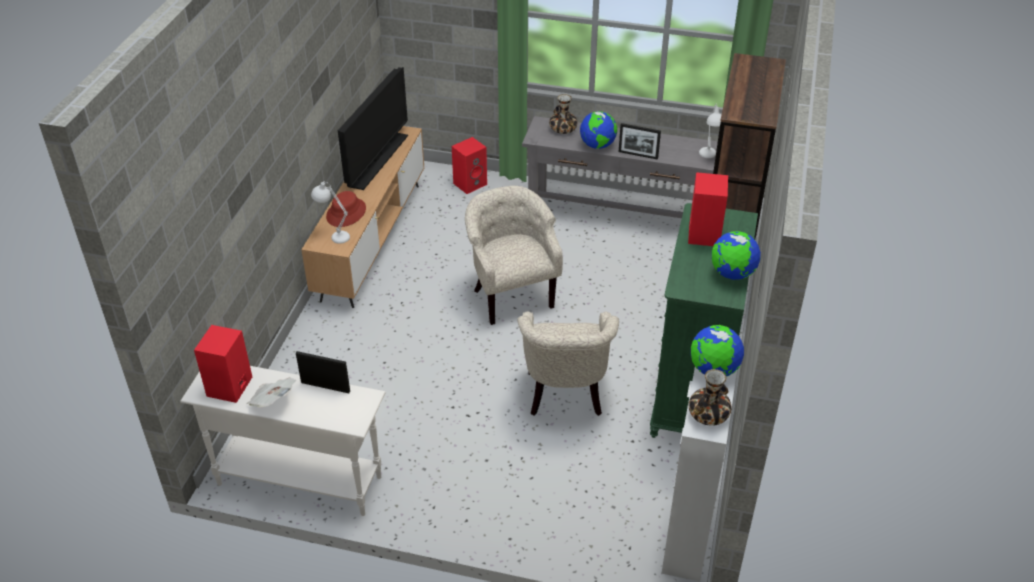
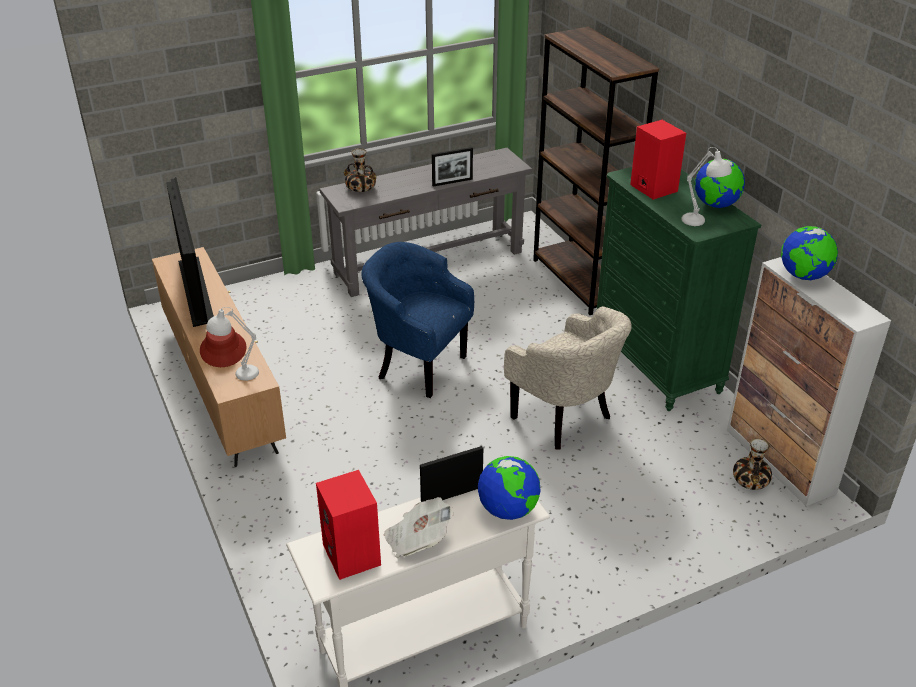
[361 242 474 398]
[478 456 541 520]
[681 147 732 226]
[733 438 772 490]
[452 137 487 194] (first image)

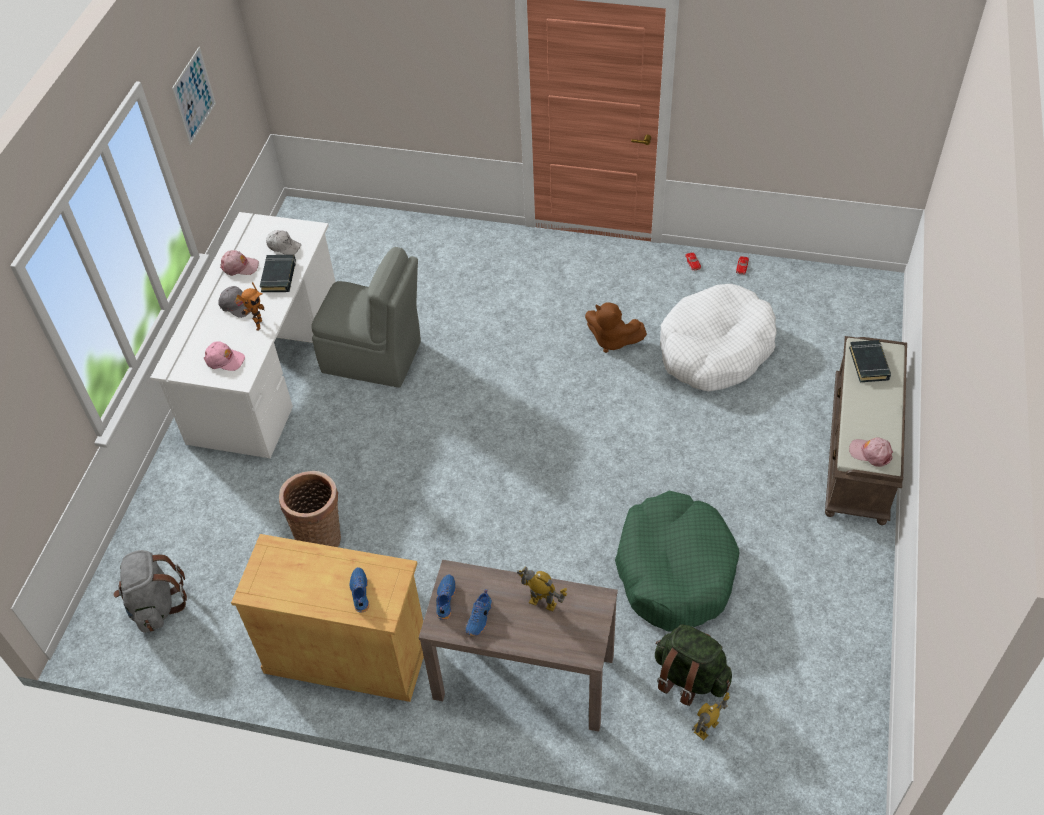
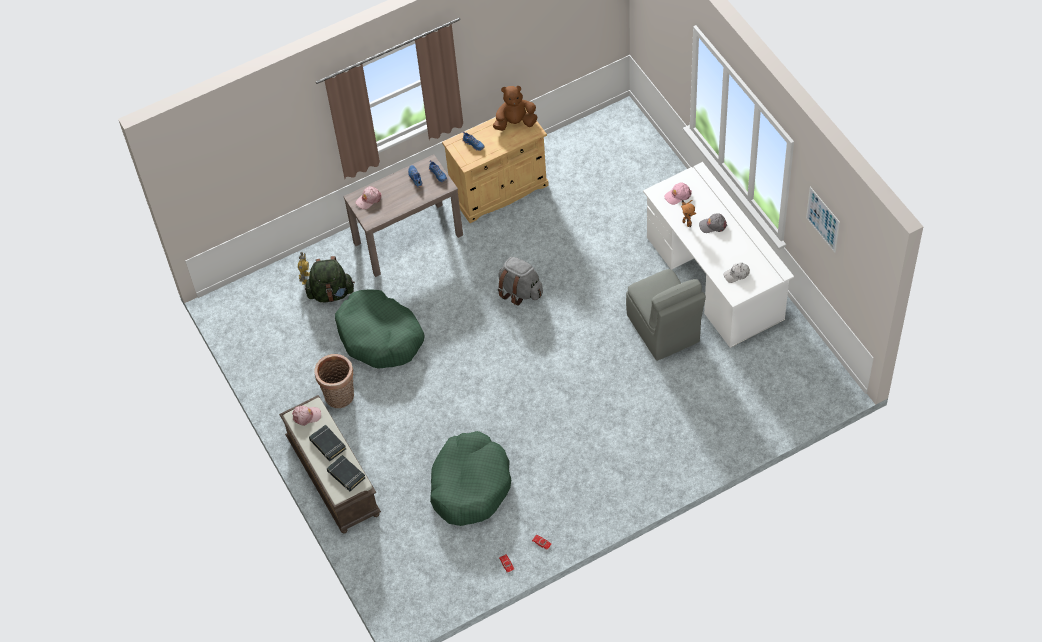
[309 425 346 461]
[315 354 354 408]
[356 186 382 210]
[430 431 511 526]
[493 85 538 131]
[498 257 543 306]
[626 269 706 361]
[517 567 567 611] (first image)

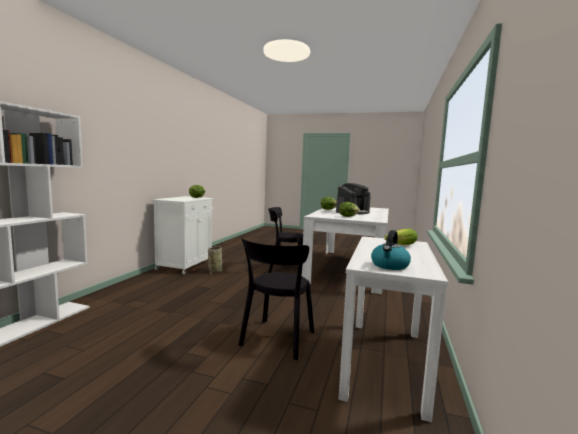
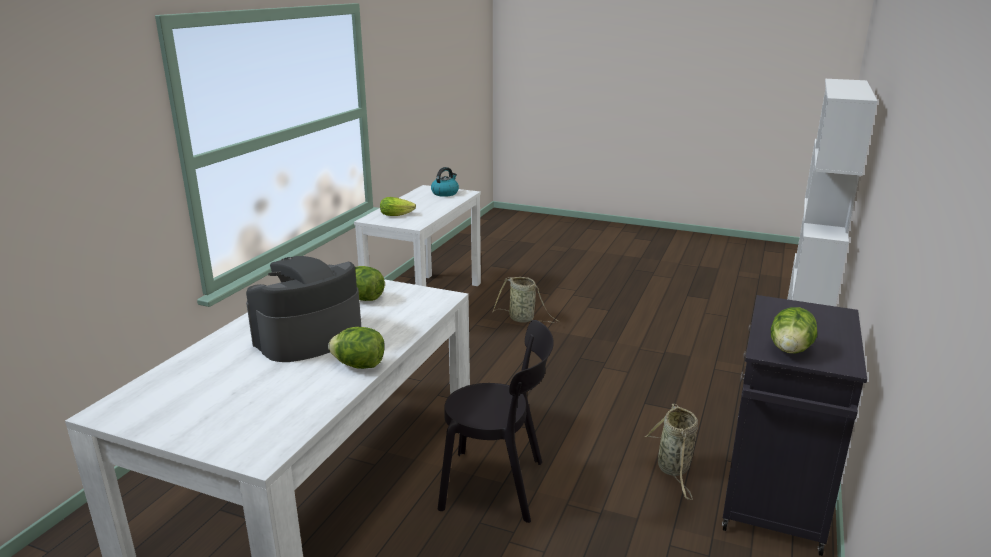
[493 277 559 323]
[722 295 867 556]

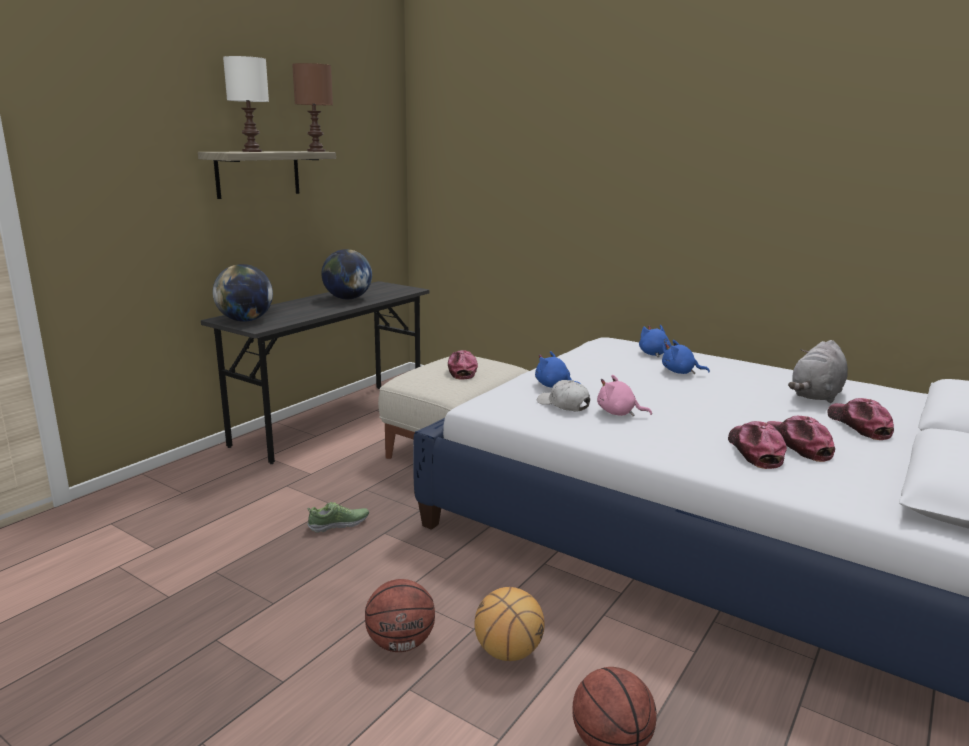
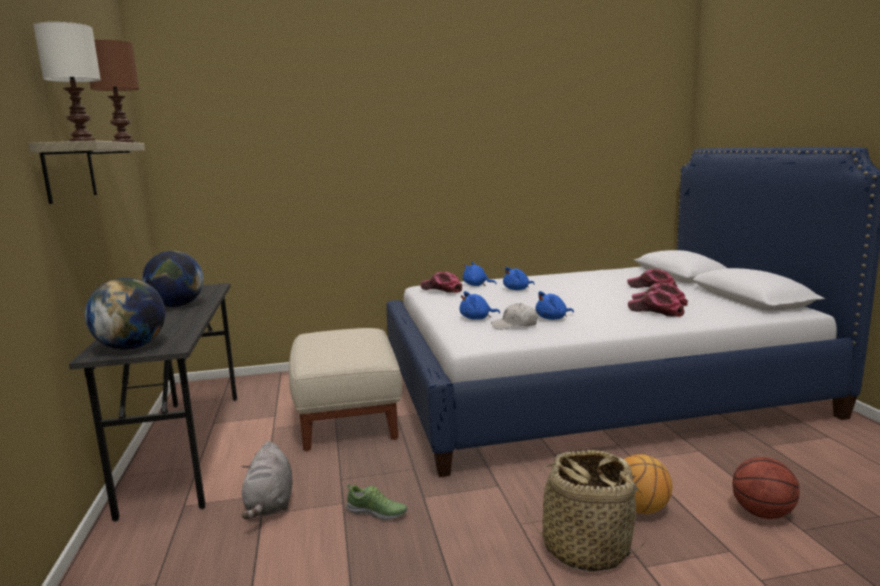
[242 441 293 519]
[346 484 407 520]
[420 272 462 293]
[525 450 646 572]
[535 291 574 320]

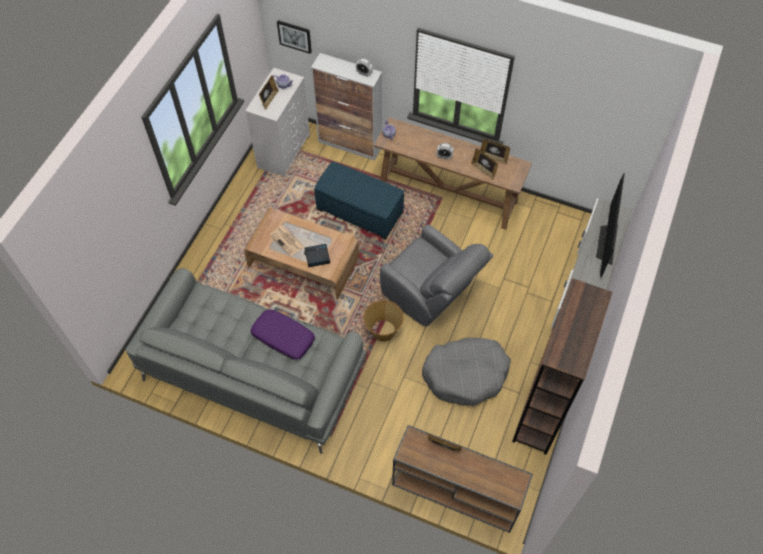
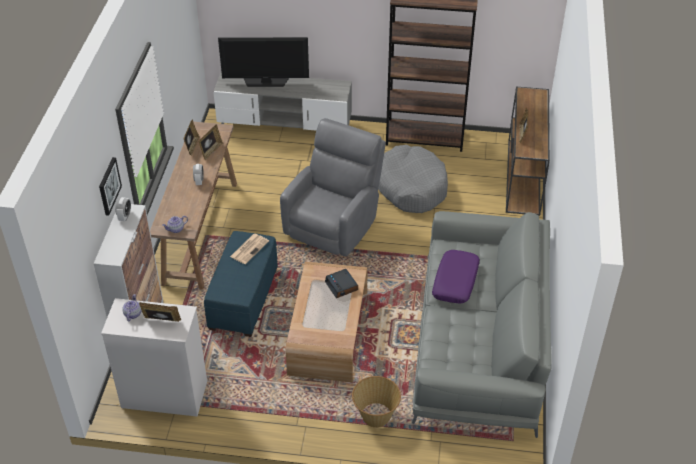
[99 157 122 216]
[230 234 269 264]
[352 376 401 428]

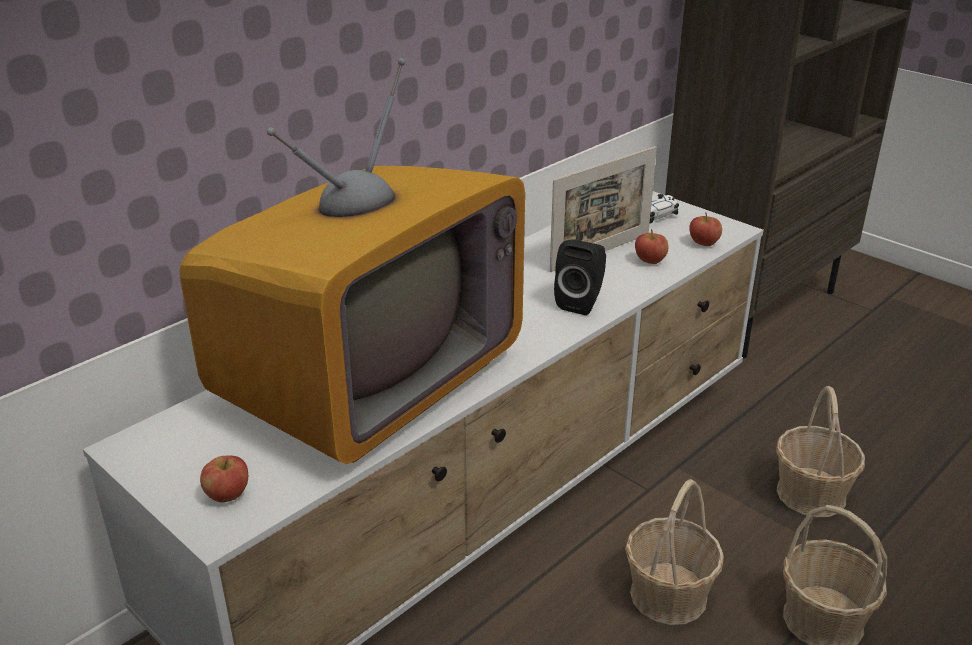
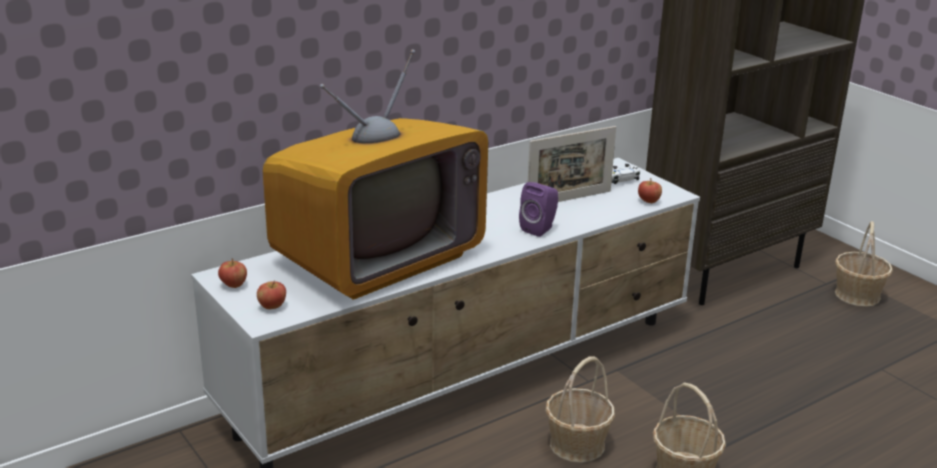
[218 258 247 288]
[519 182 558 237]
[835 221 893 307]

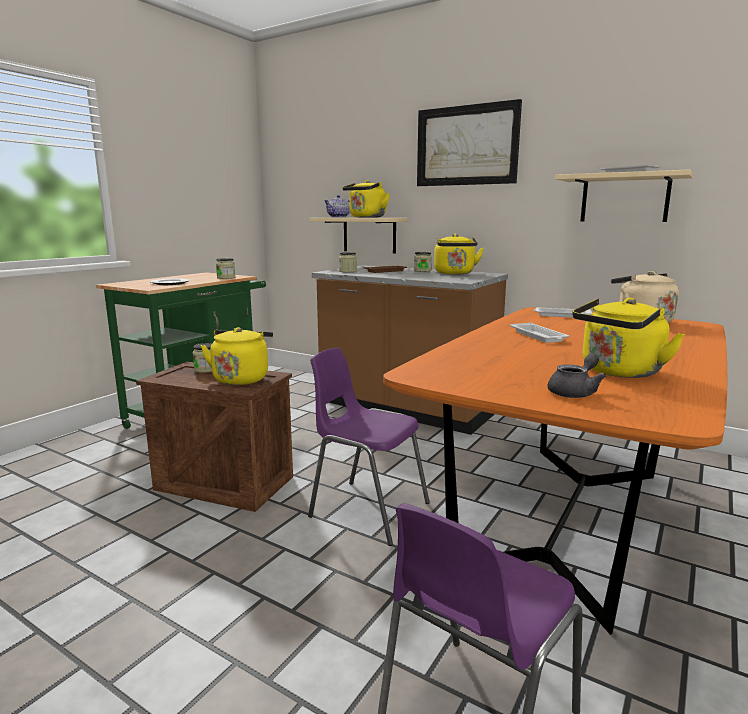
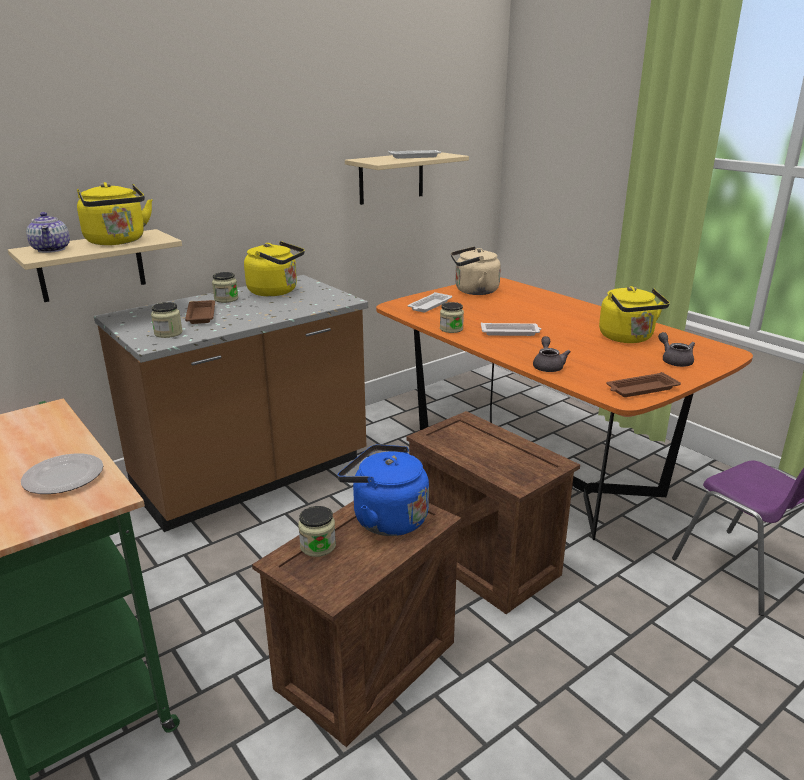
[338 444 429 536]
[406 411 580 614]
[440 302 464 333]
[533 336 571 372]
[606 372 681 397]
[417 99 522 186] (first image)

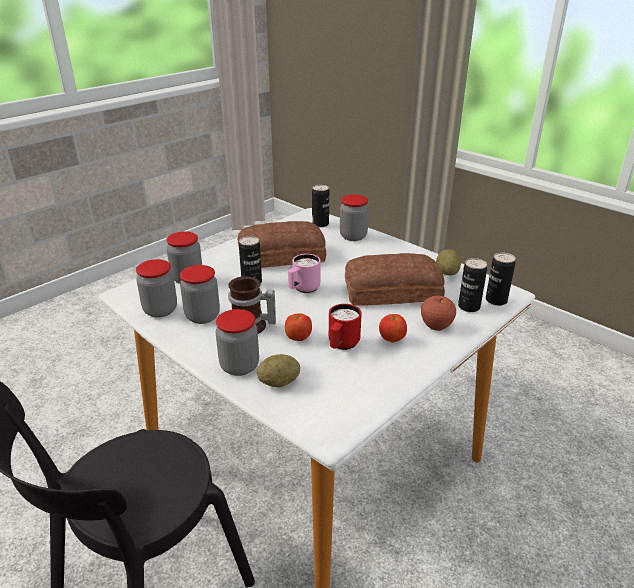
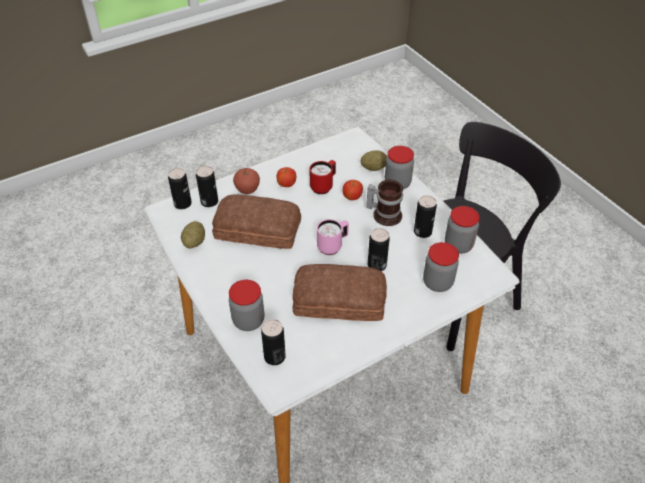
[414 195 437 238]

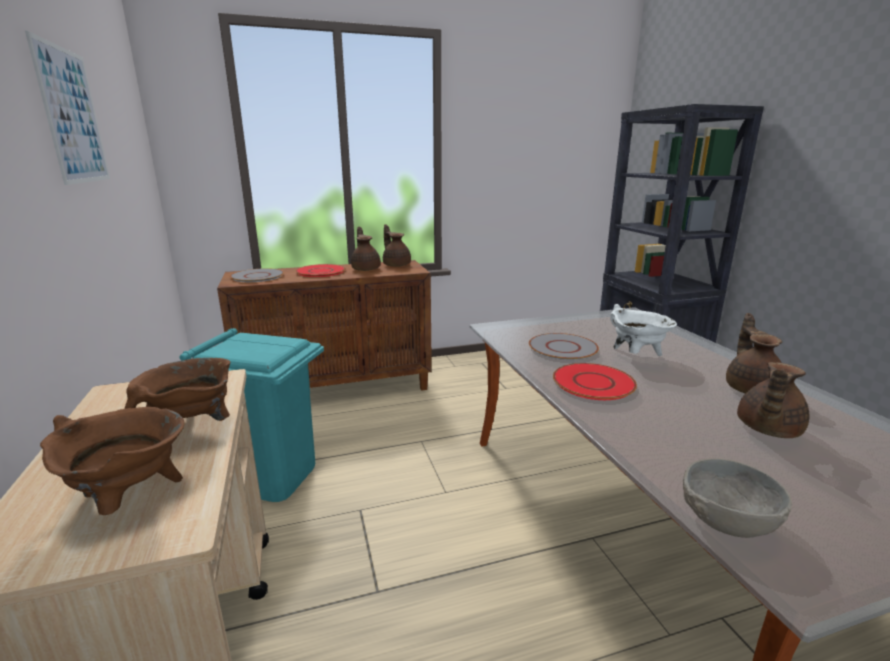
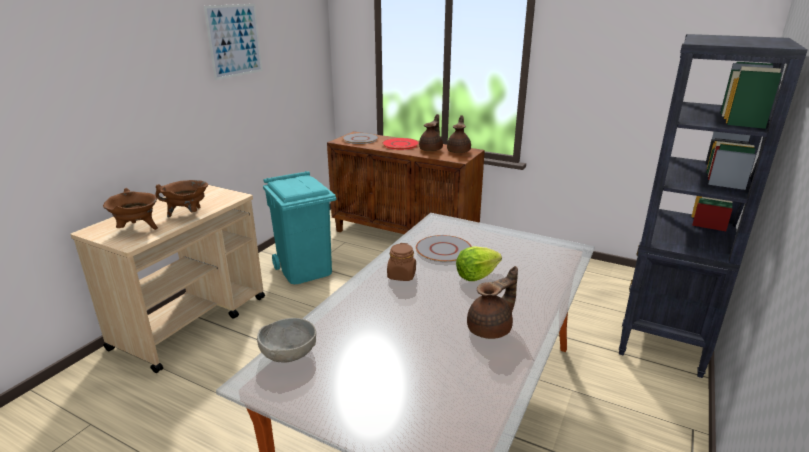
[387 243 416 281]
[456 246 502 281]
[737 362 809 438] (first image)

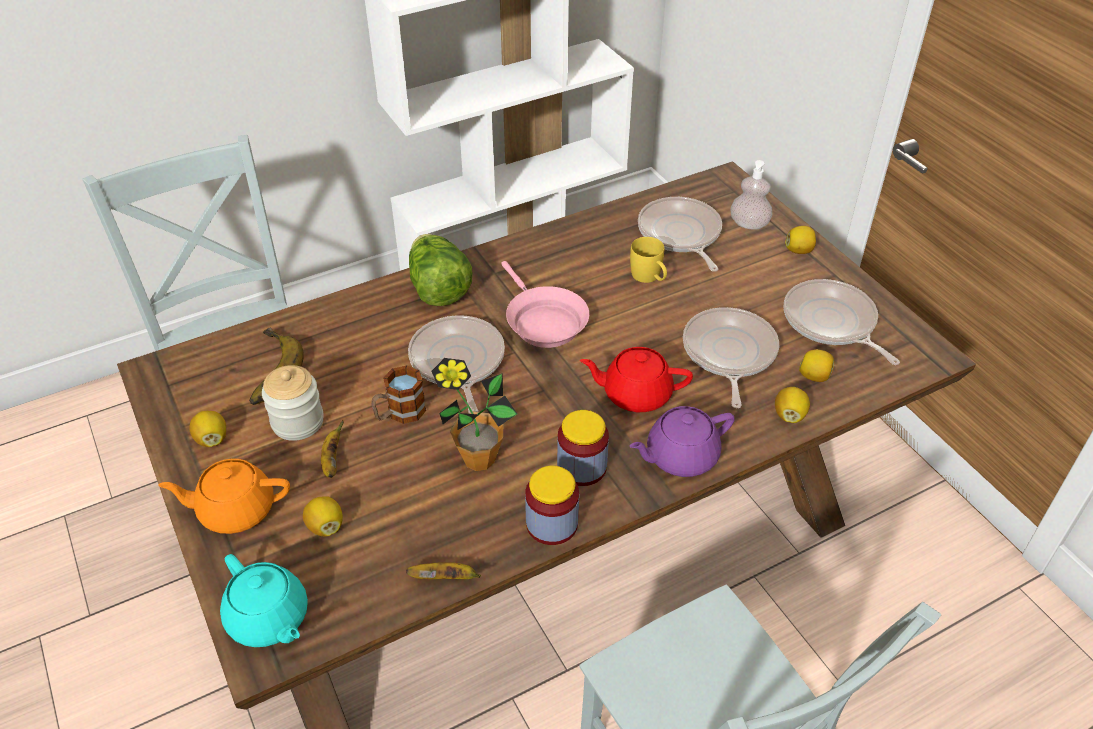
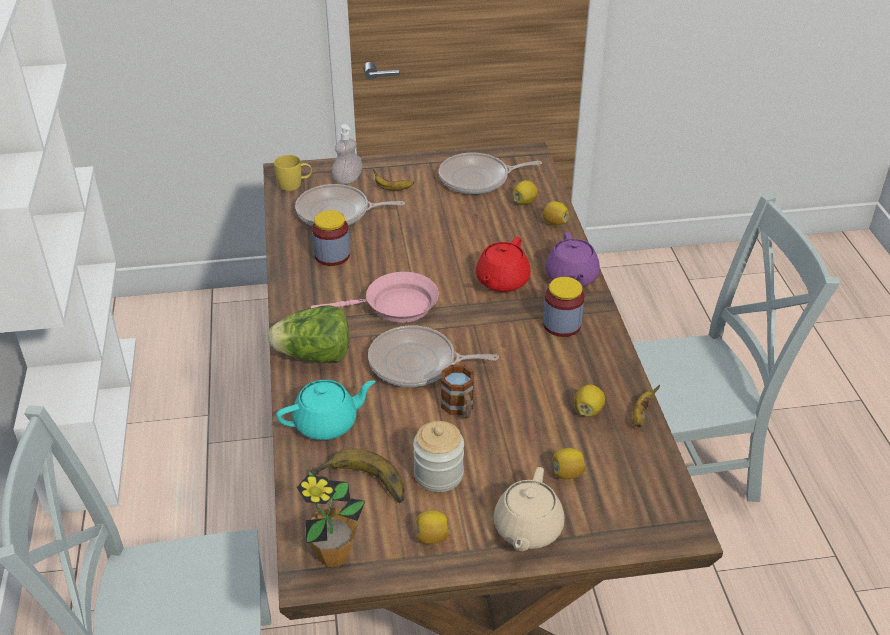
[274 155 312 191]
[276 380 375 440]
[297 470 365 567]
[312 210 350 266]
[373 169 414 191]
[494 467 565 551]
[574 385 605 417]
[683 307 779 408] (first image)

